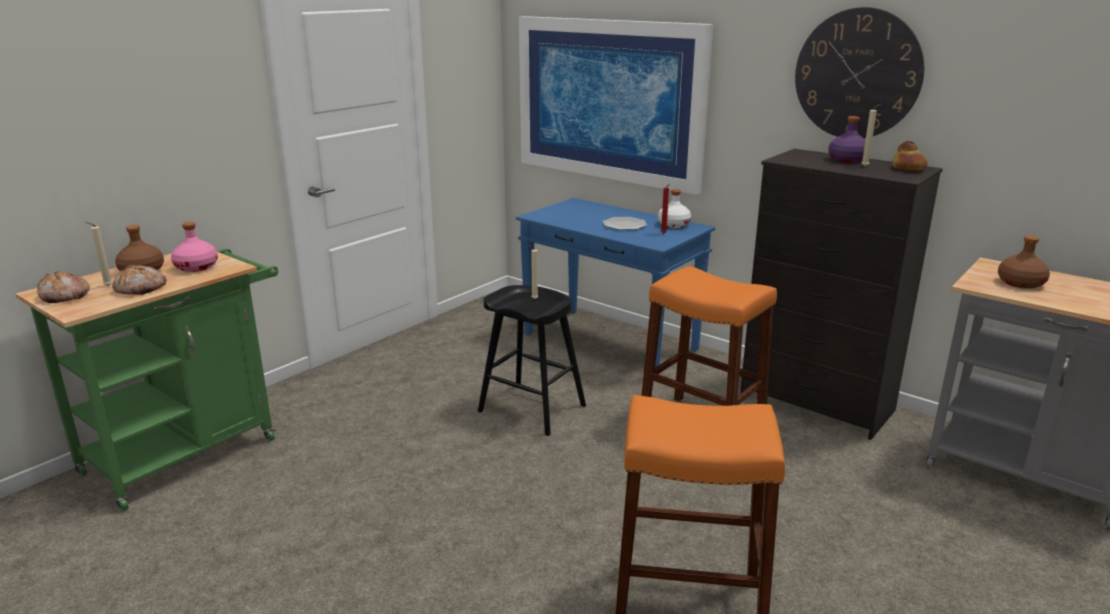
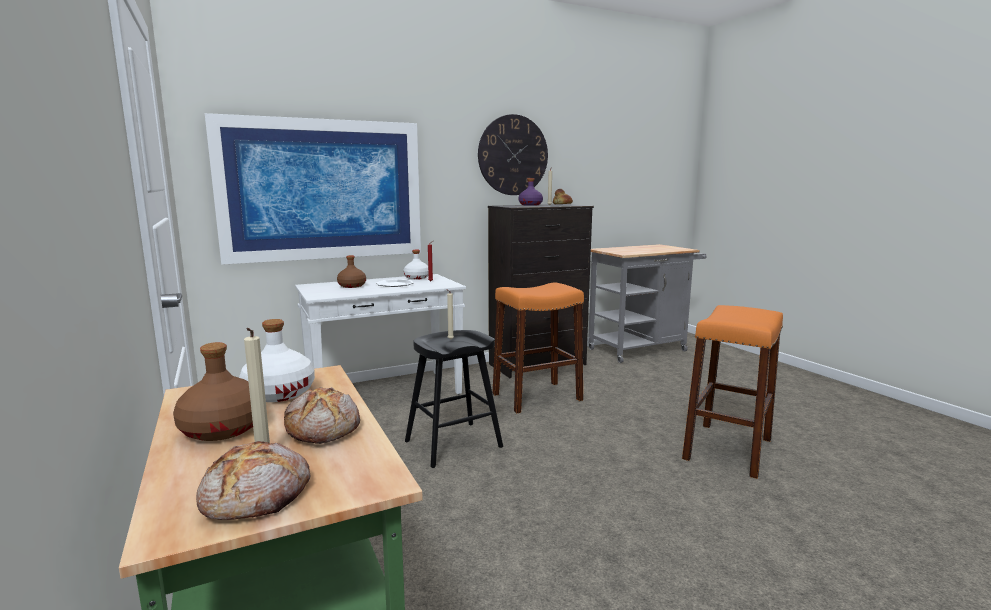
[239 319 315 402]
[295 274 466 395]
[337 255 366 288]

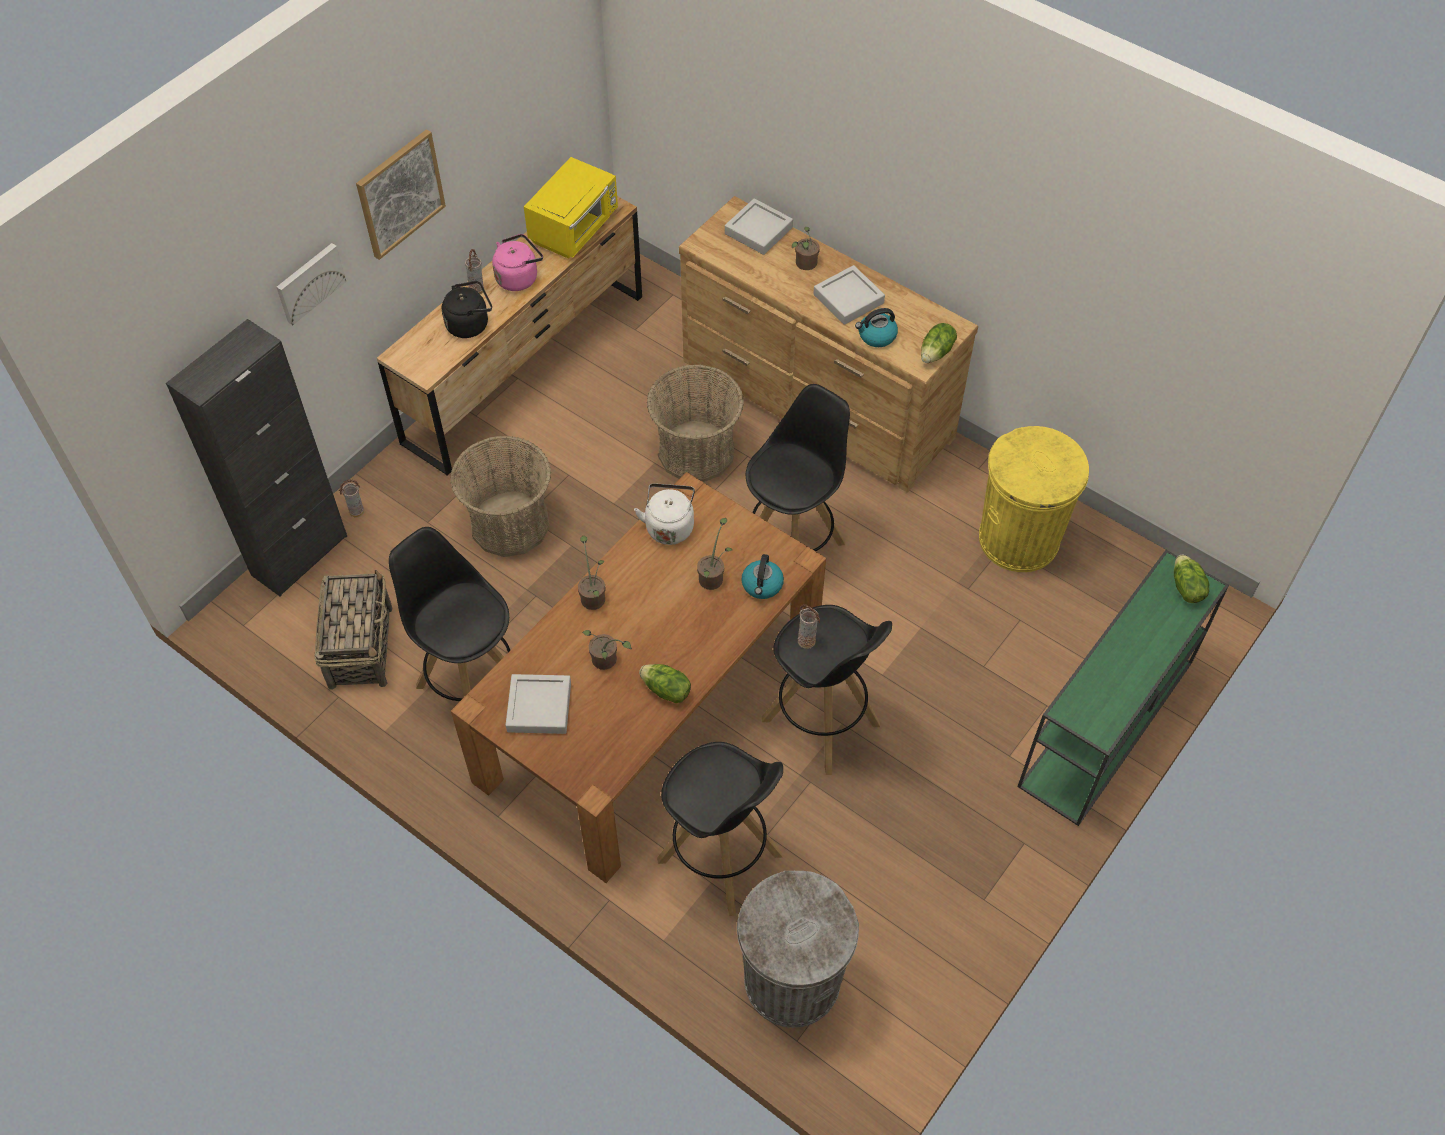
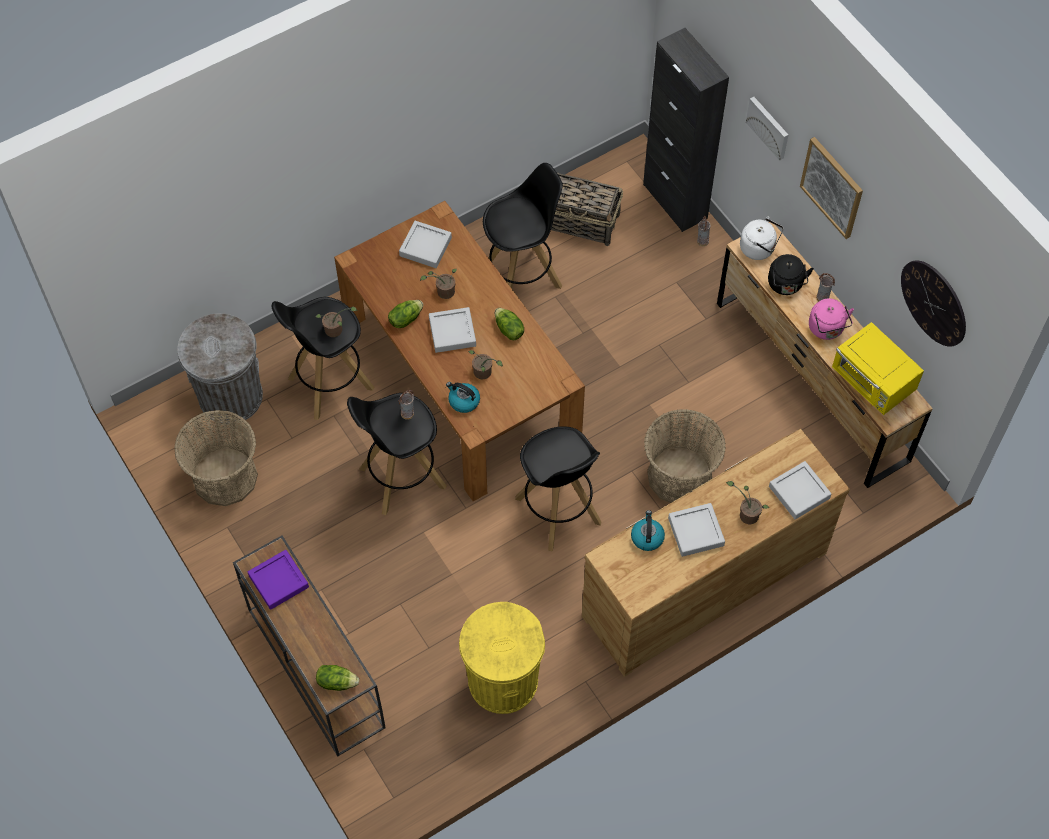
[174 410 258 506]
[233 535 386 757]
[248 550 309 610]
[315 306 358 337]
[429 307 476 353]
[495 308 524 340]
[740 216 784 260]
[901 260 966 347]

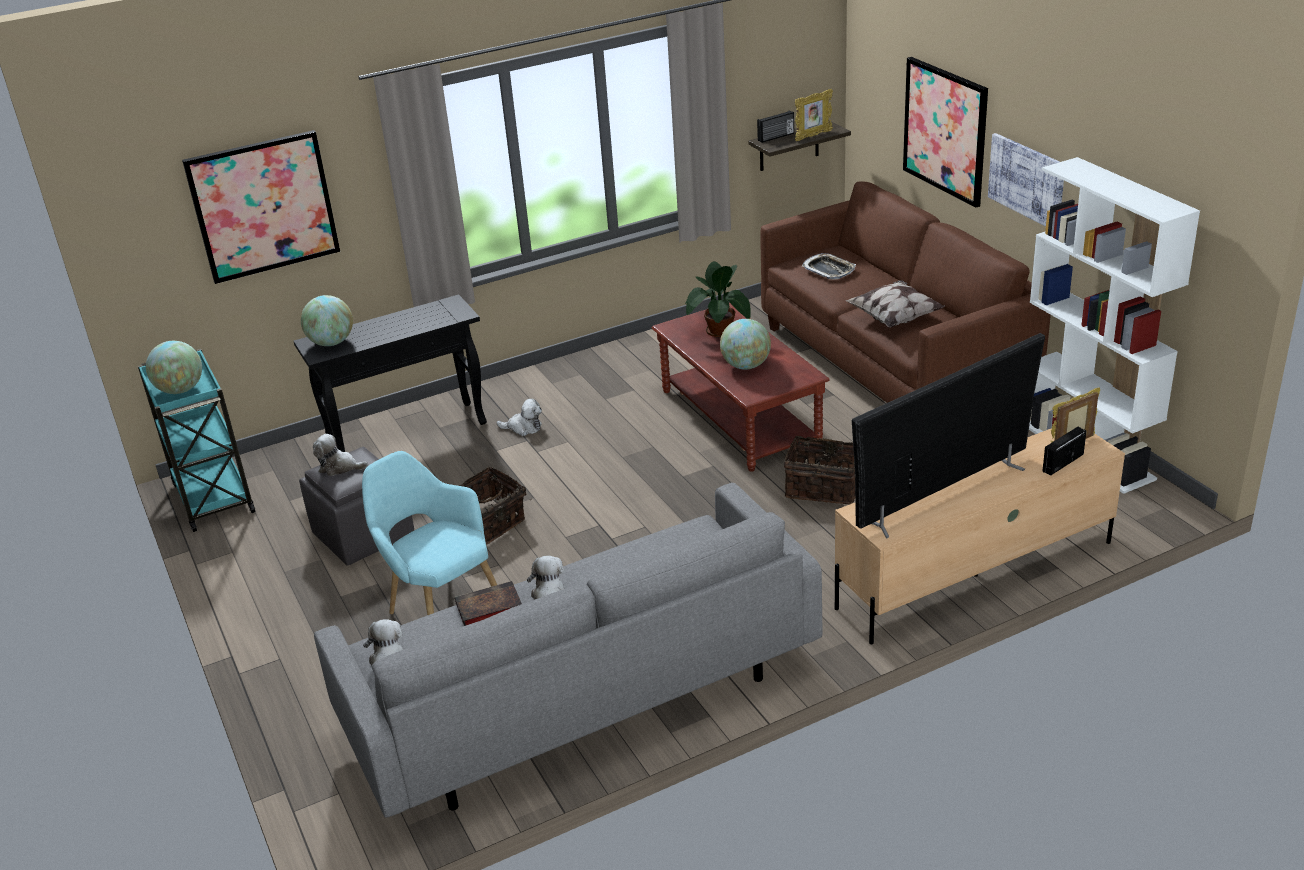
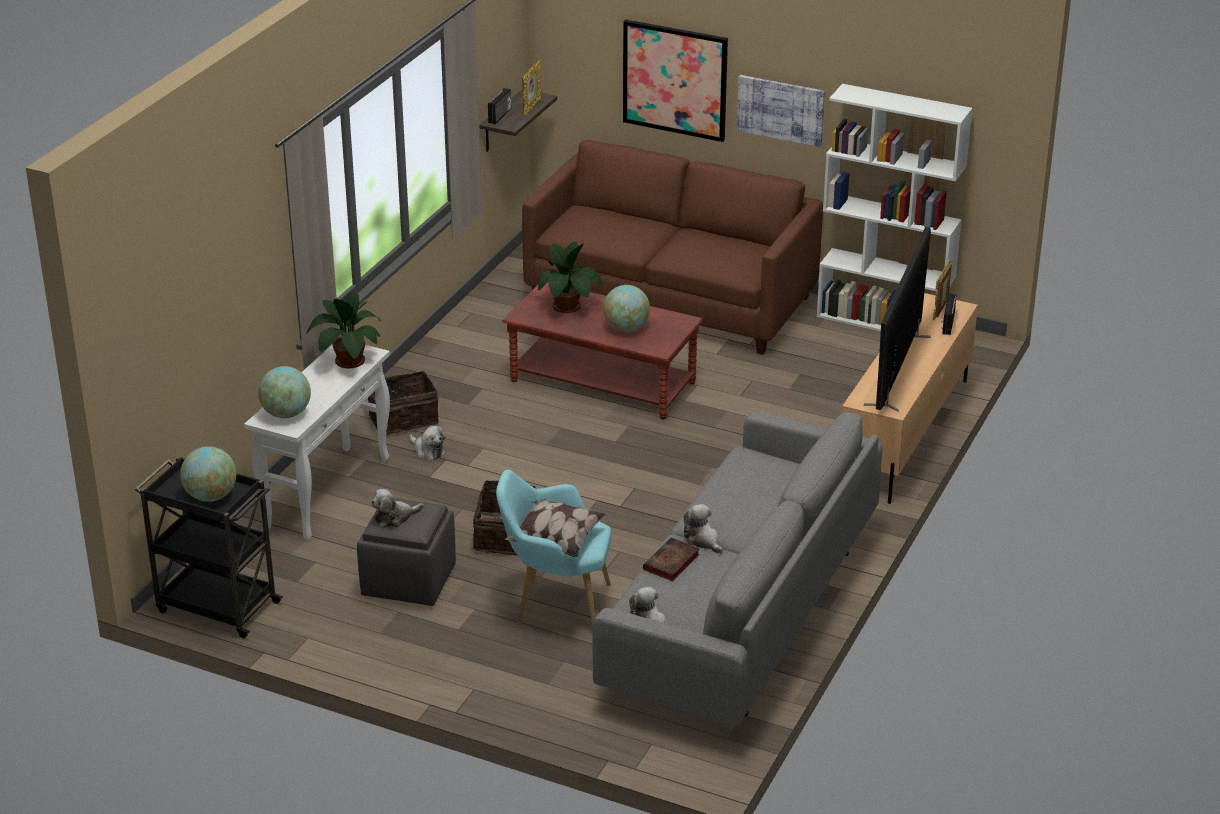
[135 456 283 638]
[244 344 390 540]
[306 291 381 369]
[368 371 439 435]
[409 426 446 460]
[505 499 606 557]
[182 130 340 284] (first image)
[802 253 856 280] (first image)

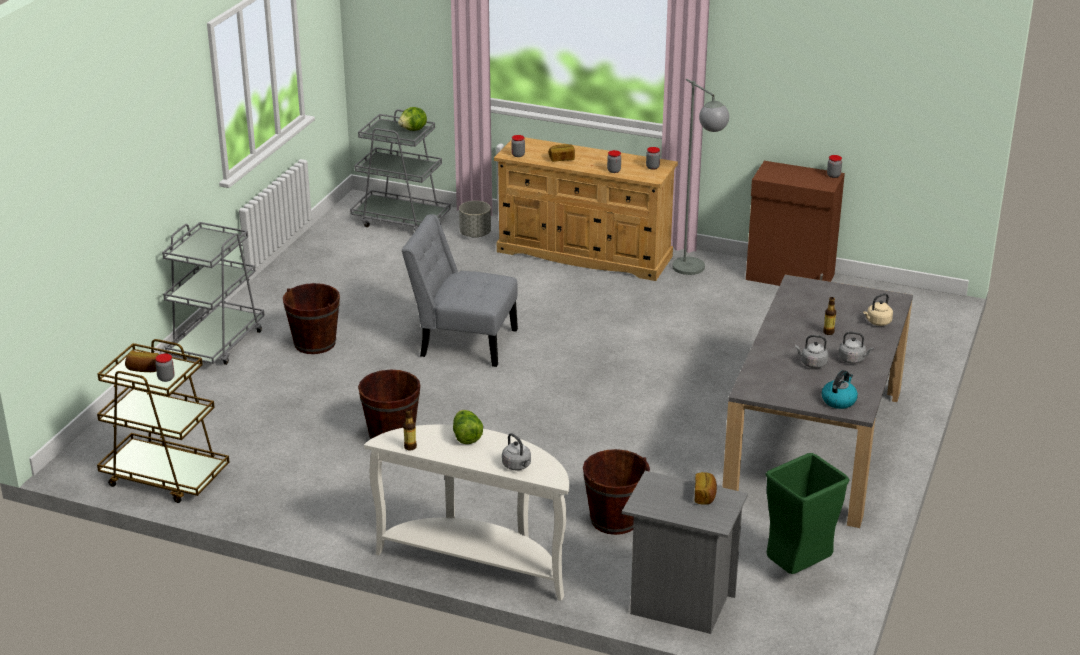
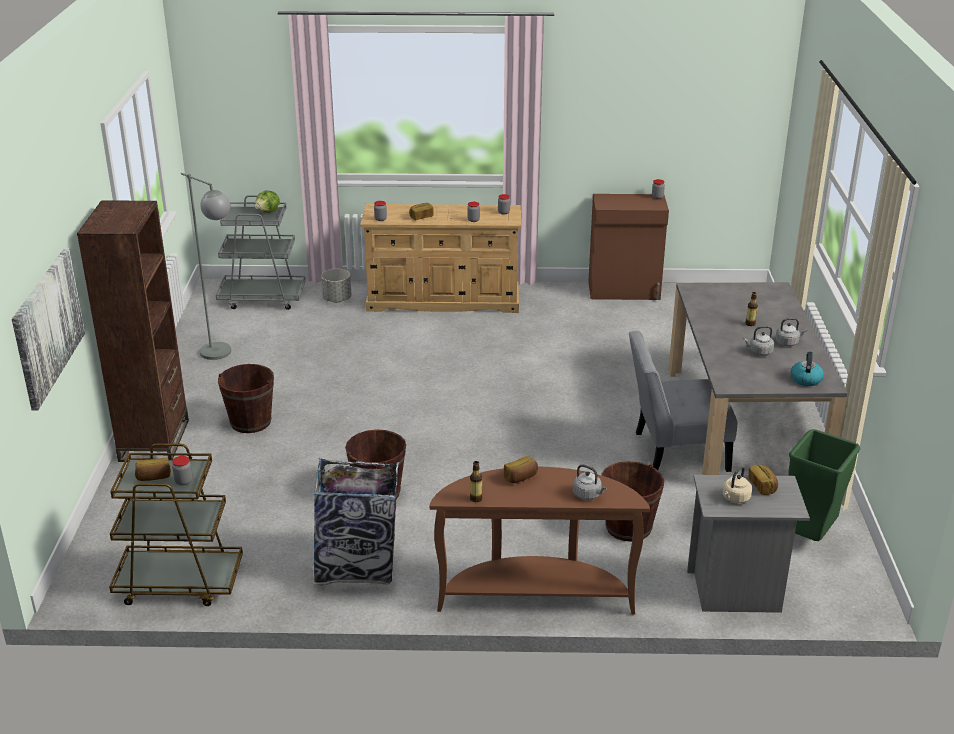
[12 249 85 411]
[77 200 189 462]
[181 173 231 360]
[312 458 399 585]
[430 467 650 614]
[504 456 538 483]
[629 331 737 472]
[723 466 752 503]

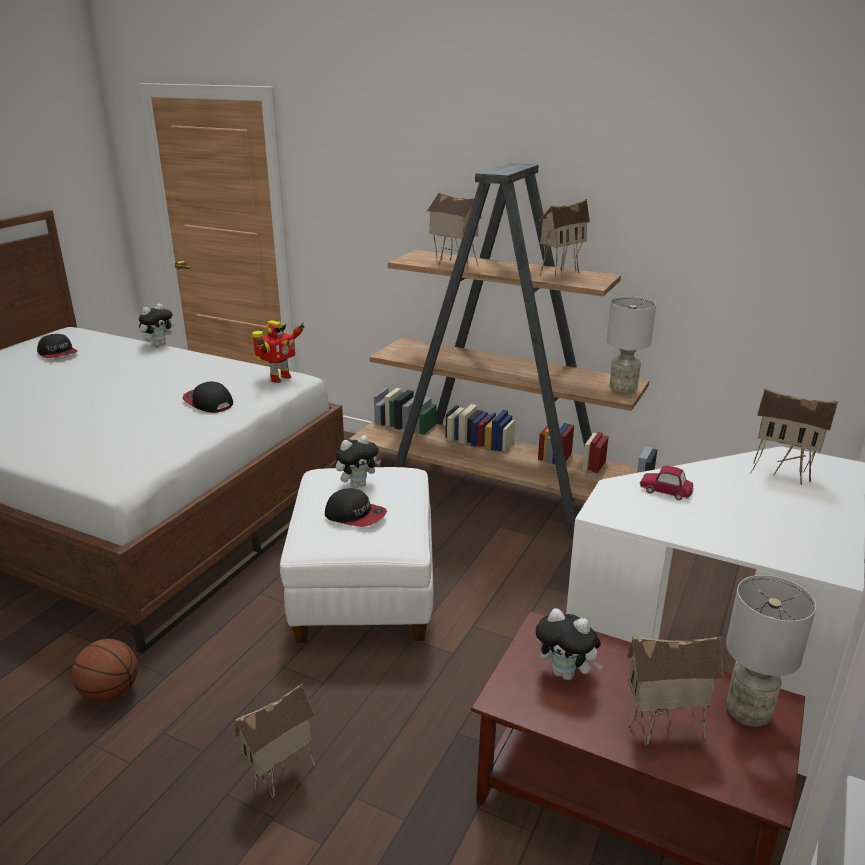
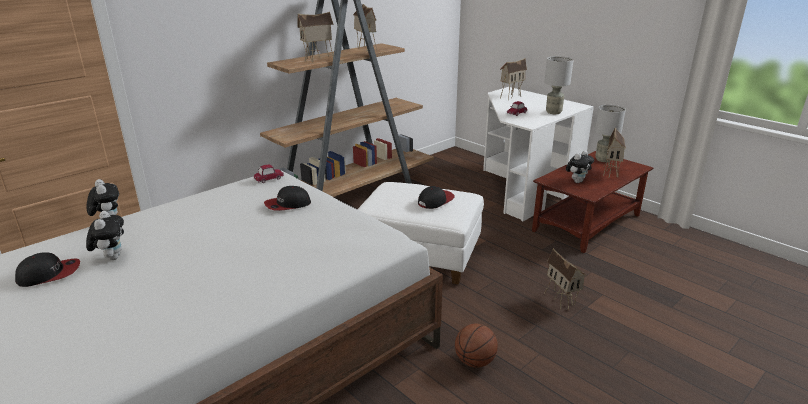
[86 211 124 260]
[254 165 284 183]
[544 56 574 114]

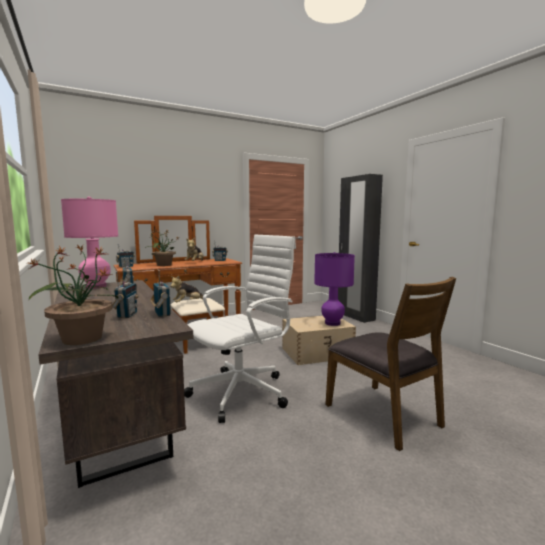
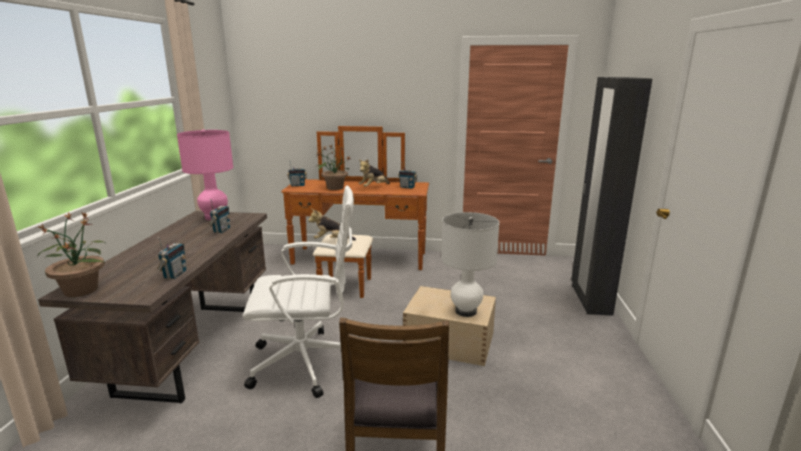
[441 212 499 317]
[112 271 138 318] (first image)

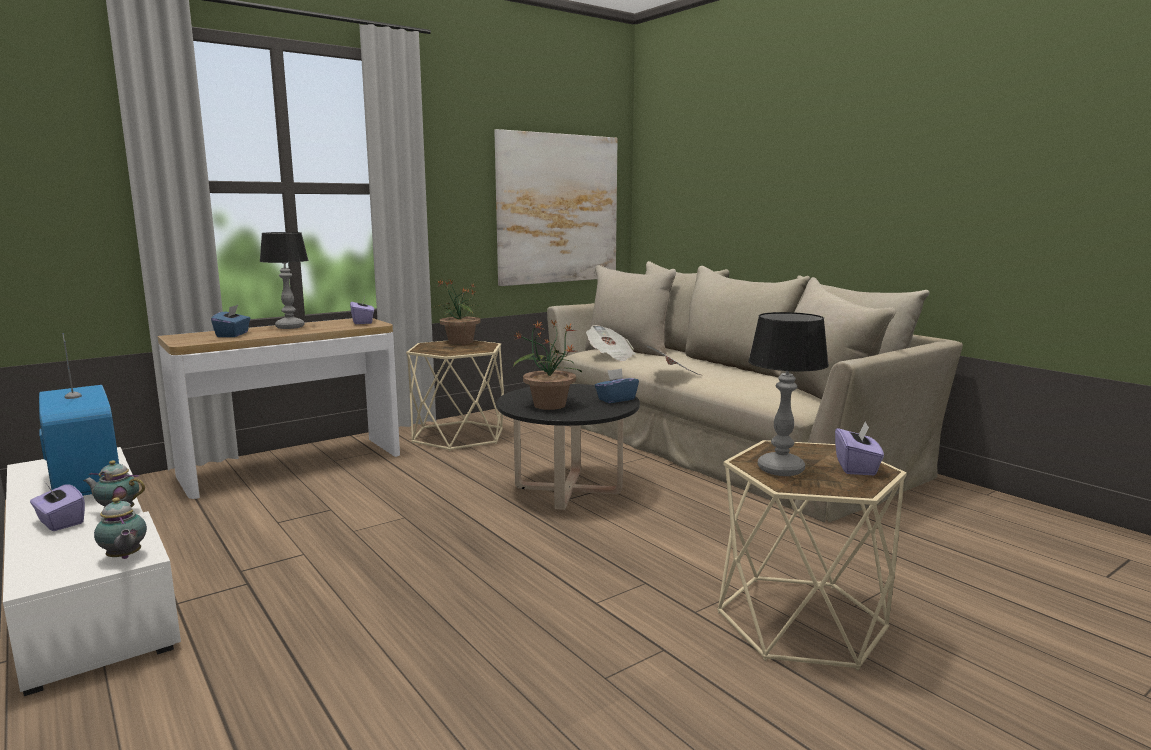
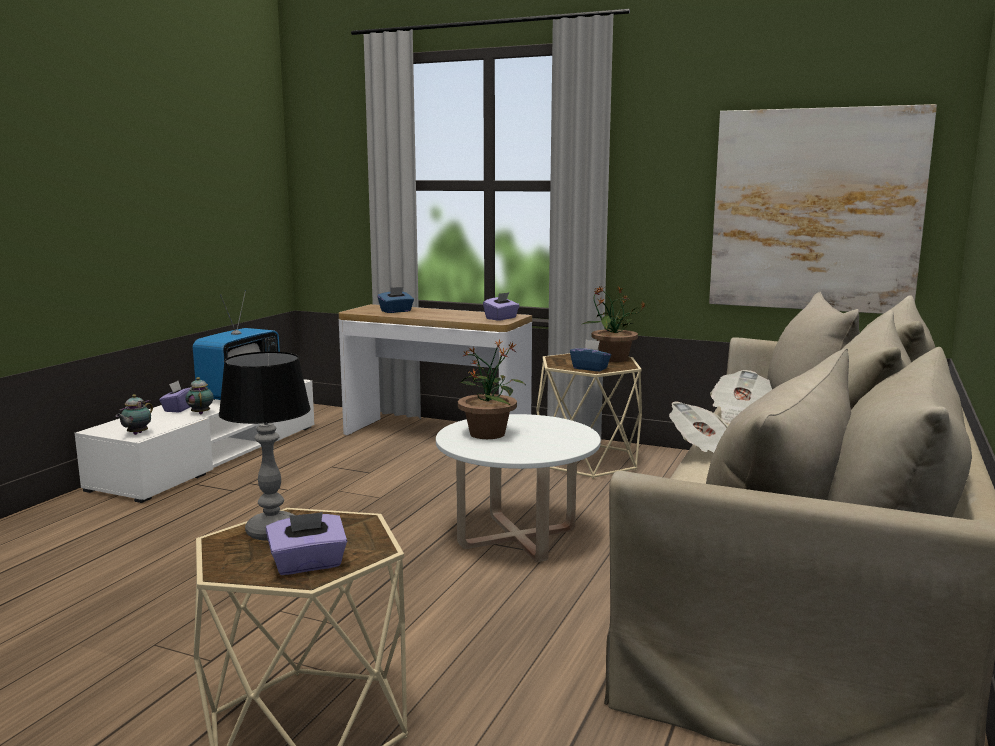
[436 414 601 562]
[570 340 611 371]
[259 232 309 329] (first image)

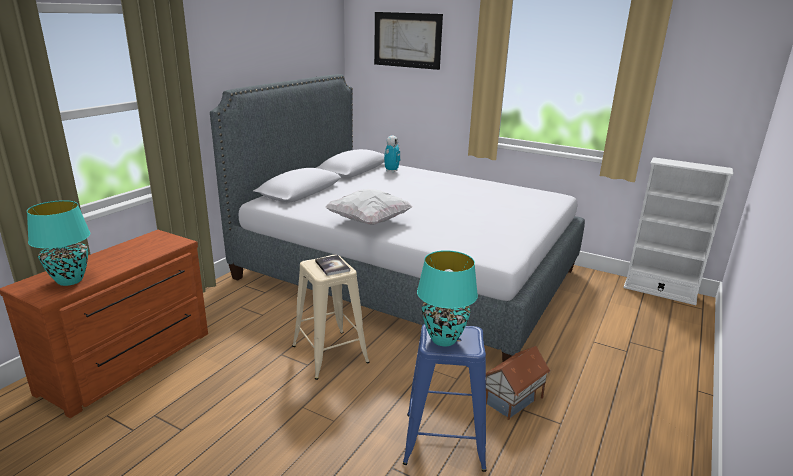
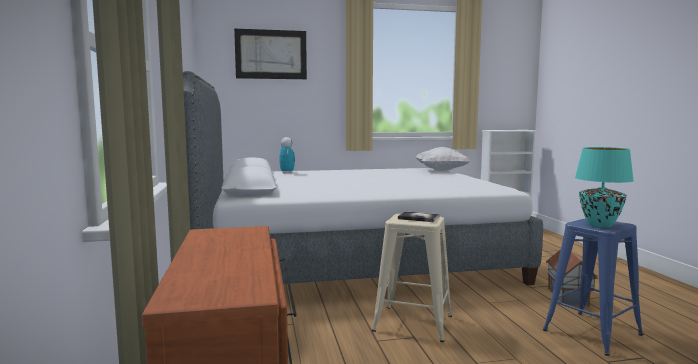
[416 147 471 171]
[27 200 90 286] (first image)

